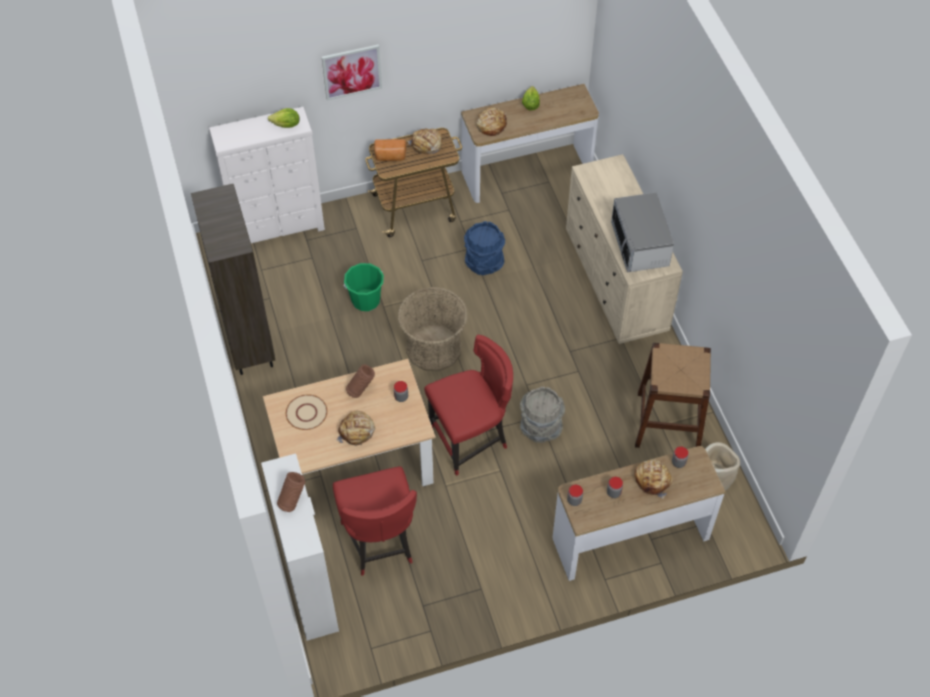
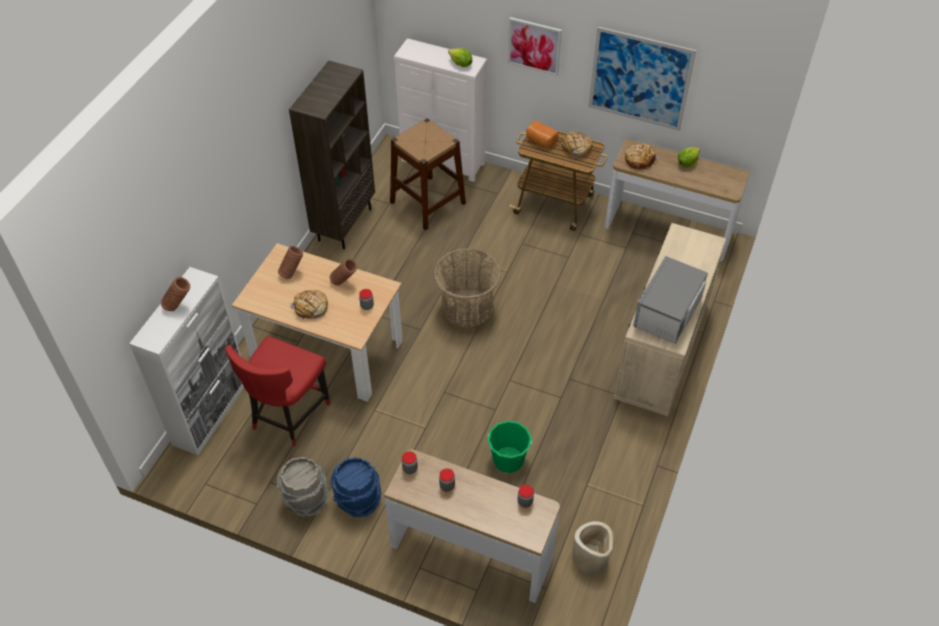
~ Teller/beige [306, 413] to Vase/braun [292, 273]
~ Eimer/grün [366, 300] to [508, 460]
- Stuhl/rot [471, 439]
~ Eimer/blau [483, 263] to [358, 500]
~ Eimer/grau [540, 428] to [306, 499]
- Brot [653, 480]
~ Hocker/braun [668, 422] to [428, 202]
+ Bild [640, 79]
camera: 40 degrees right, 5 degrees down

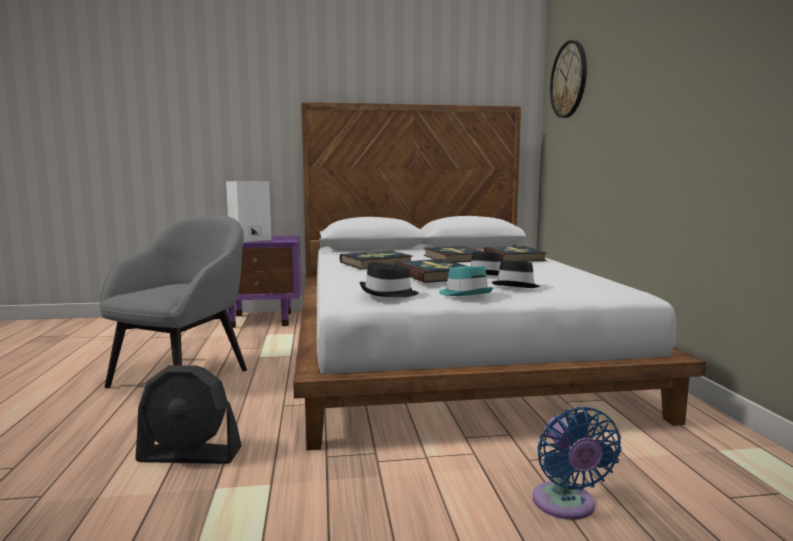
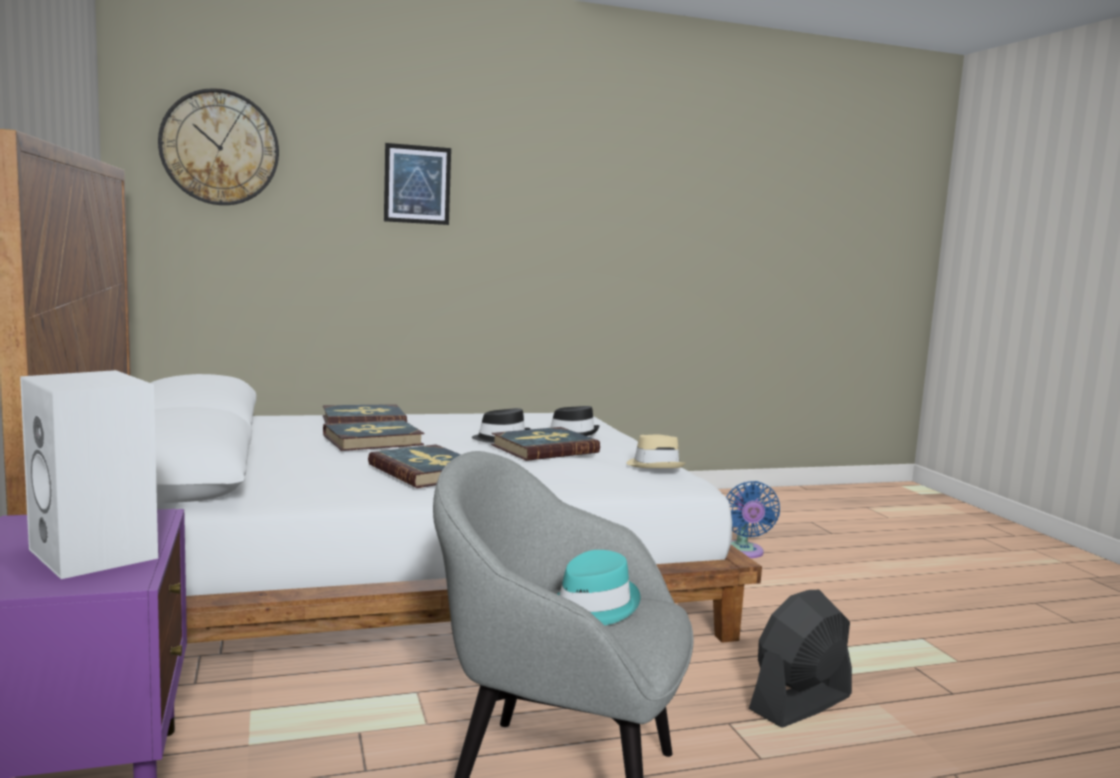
~ Ventilator/schwarz [190, 455] = [800, 703] 120 degrees counterclockwise
~ Hut/schwarz [388, 293] to Hut/beige [654, 465]
~ Hut/türkis [465, 293] to [590, 607]
~ Ventilator/blau [566, 505] = [743, 552] 105 degrees clockwise
+ Bild [417, 184]
camera: 100 degrees left, 0 degrees up

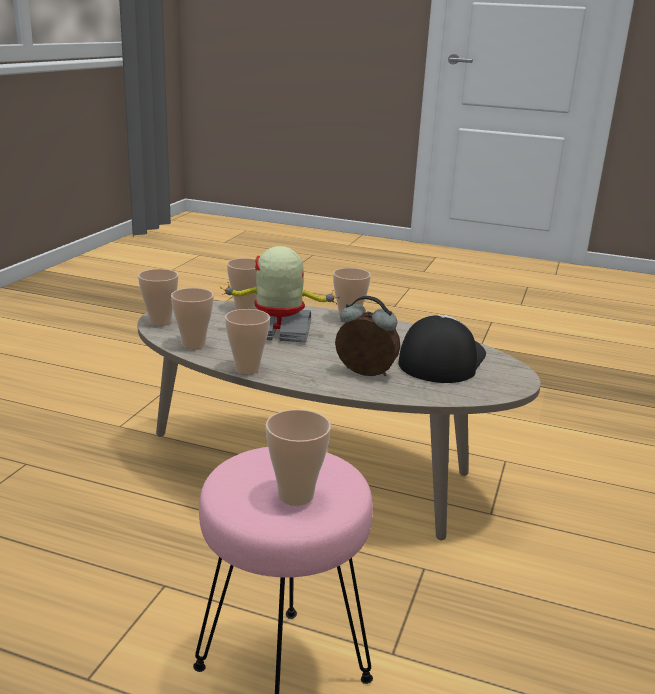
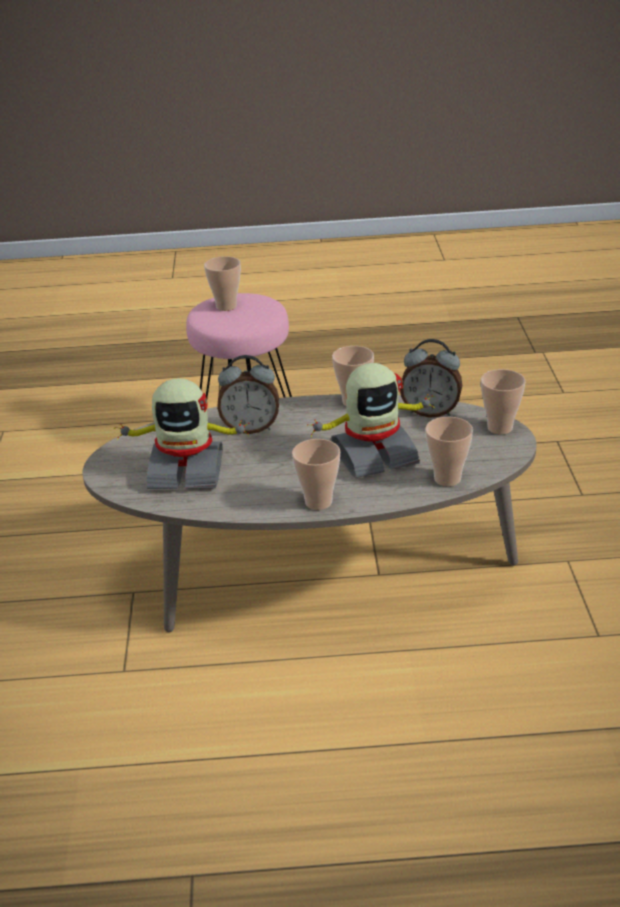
~ Tasse [193, 344] to Wecker [430, 412]
~ Kappe [441, 359] to Spielzeugroboter [186, 470]
camera: 160 degrees right, 10 degrees up

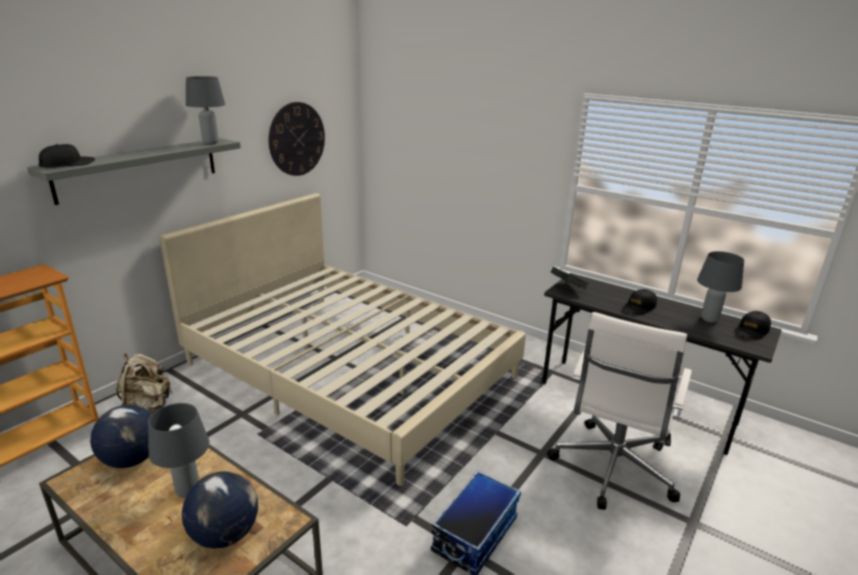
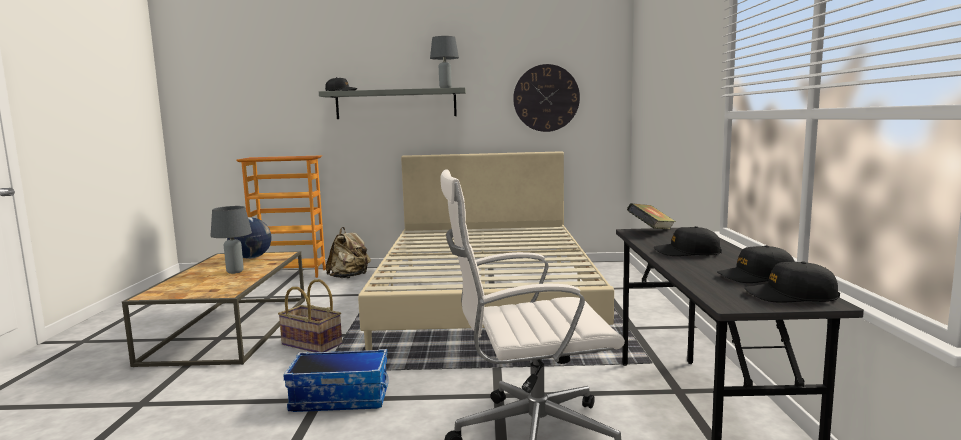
- Globus [226, 534]
~ Tischlampe/grau [709, 319] to Kappe/schwarz [756, 277]
+ Korb [311, 344]
camera: 55 degrees right, 15 degrees down

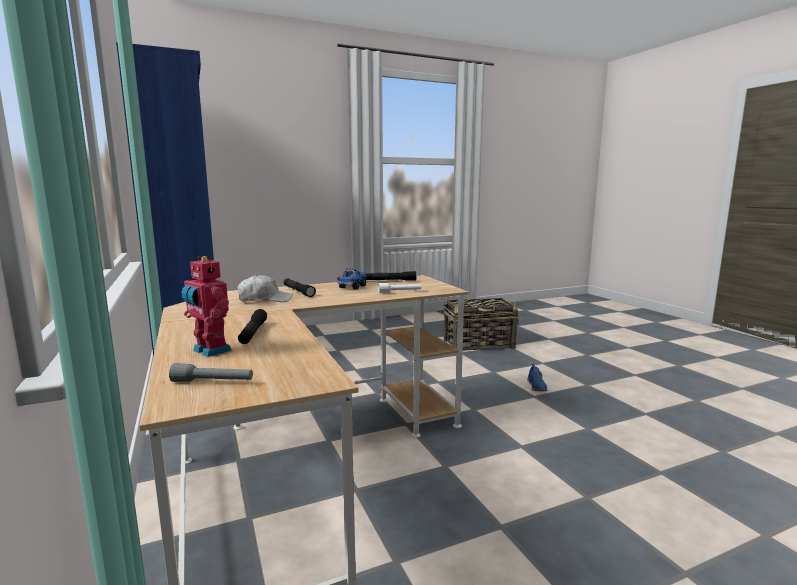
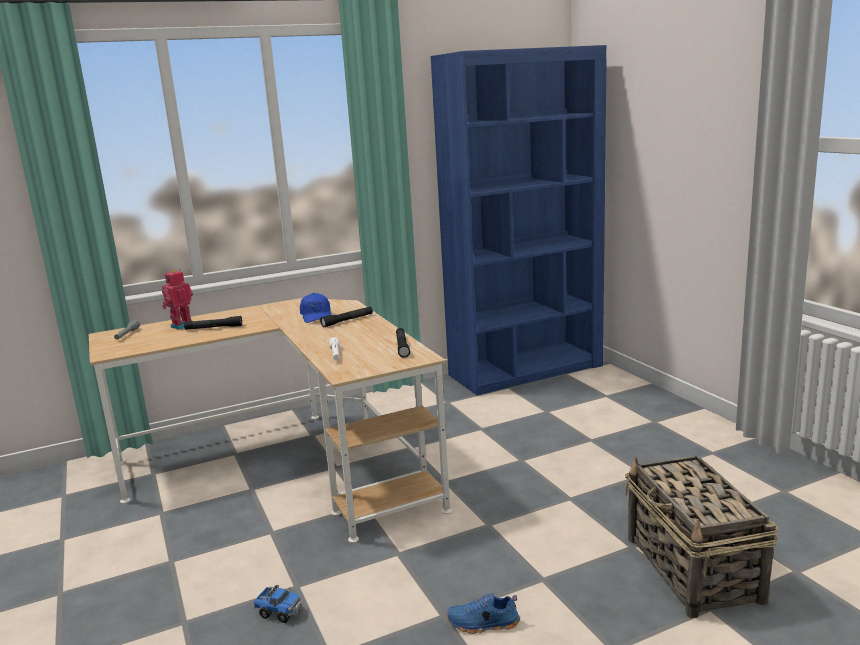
~ Kappe/weiß [264, 299] to Kappe/blau [316, 316]
~ Spielzeuglaster [352, 287] to [280, 612]
camera: 90 degrees right, 5 degrees up

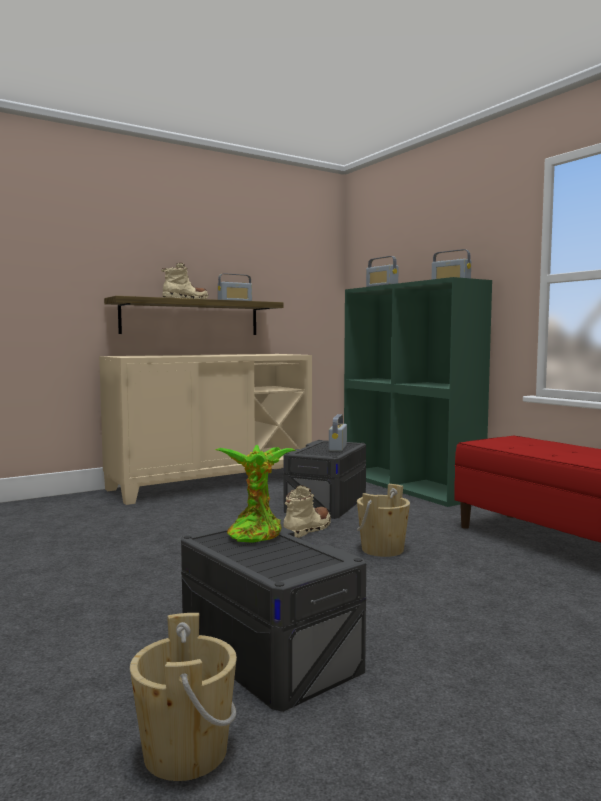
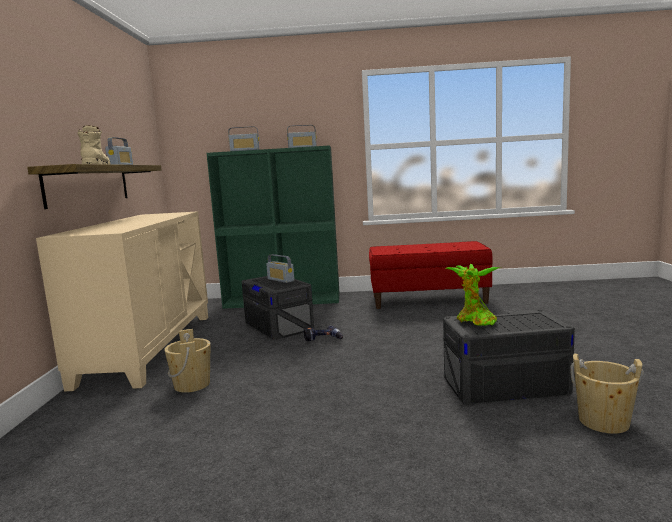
~ Stiefel/beige [308, 529] to Bohrmaschine [323, 340]
~ Eimer/beige [382, 549] to [192, 385]
camera: 55 degrees left, 5 degrees up

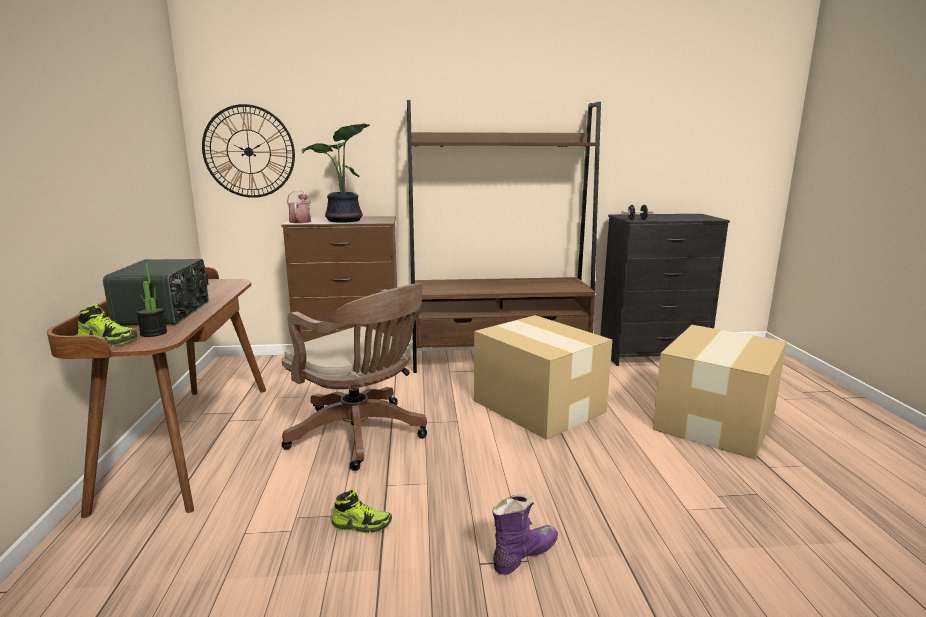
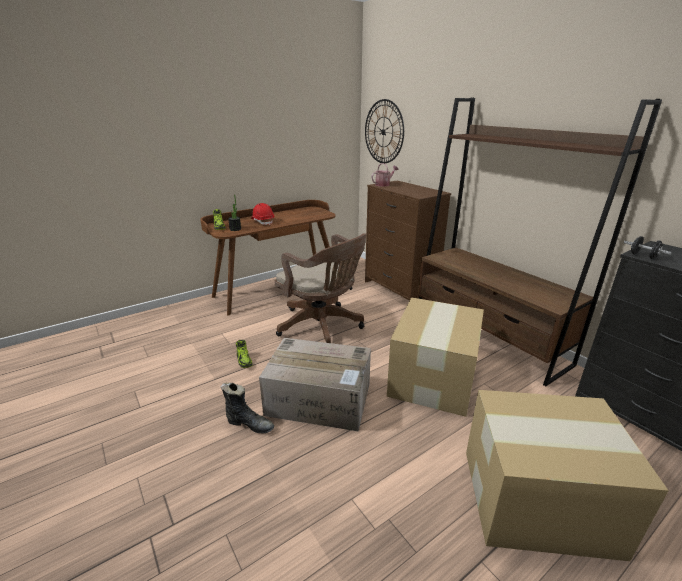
~ Radio [165, 313] to Schutzhelm/rot [263, 221]
~ Bürostuhl/braun [361, 435] = [323, 327] 60 degrees counterclockwise
- Topfpflanze [344, 221]
~ Stiefel/lila [523, 555] to Stiefel/schwarz [249, 424]
+ Karton [320, 399]
camera: 60 degrees right, 10 degrees up

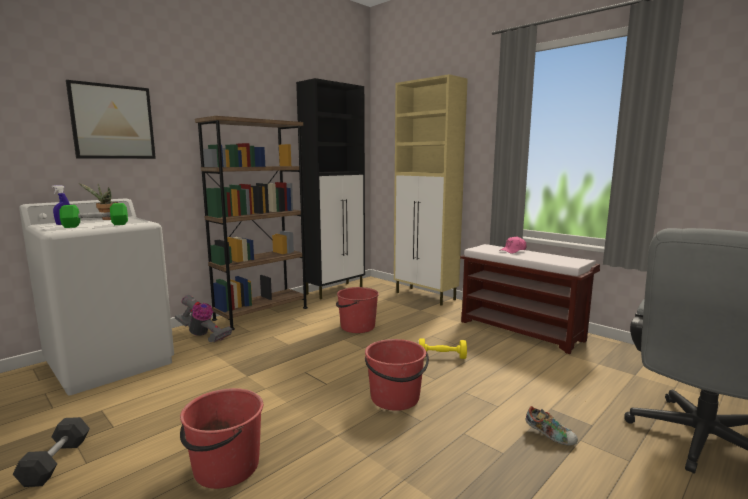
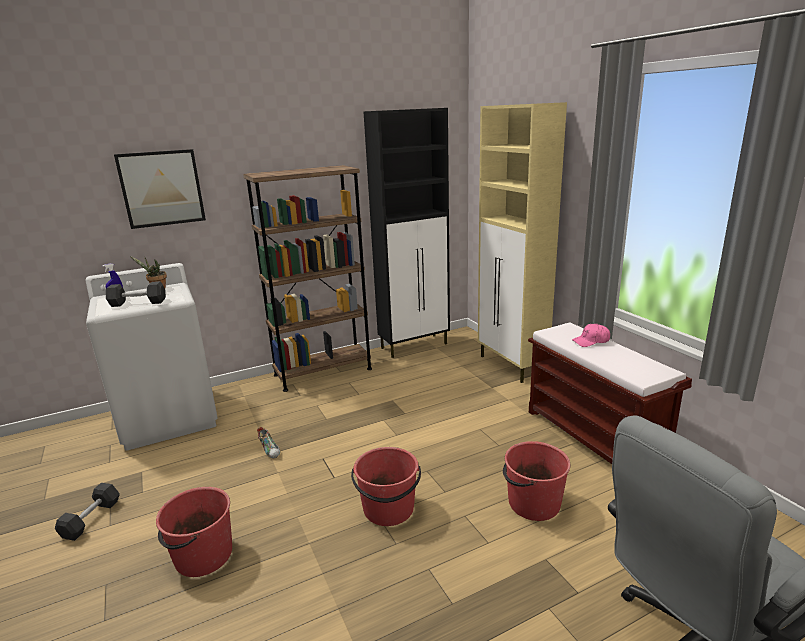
~ Hantel/grün [96, 225] to Hantel/grau [138, 303]
- Staubsauger [202, 335]
~ Eimer/rot [357, 327] to [533, 503]
- Hantel/gelb [442, 357]
~ Schuh [550, 436] to [270, 450]
camera: 20 degrees right, 10 degrees up

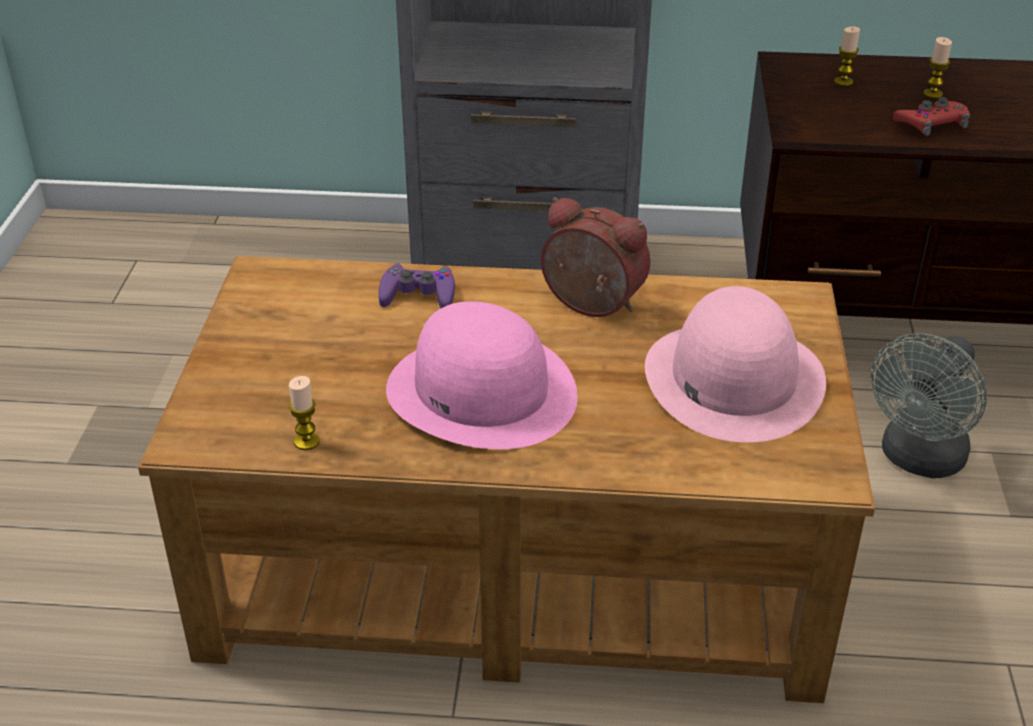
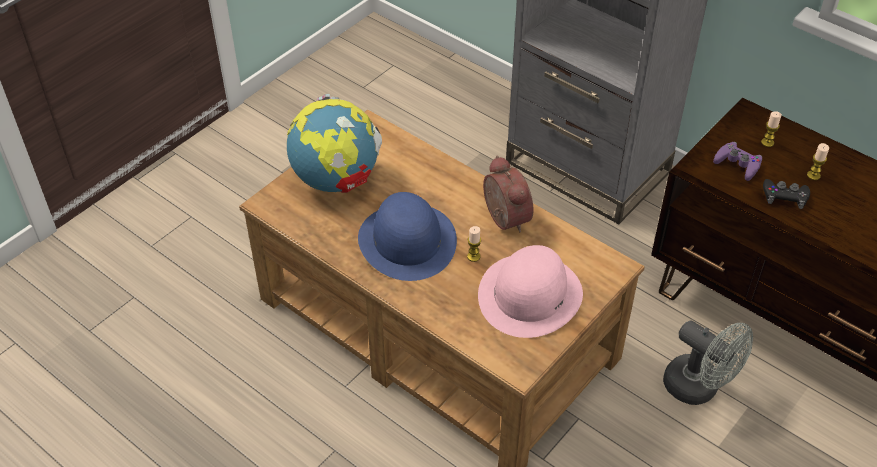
~ Kerze [306, 441] to [473, 256]
~ Gamepad/lila [418, 295] to [737, 164]
~ Hut/rosa [482, 391] to Hut/blau [407, 241]
~ Ventilator/grau [918, 460] = [699, 388] 120 degrees counterclockwise
~ Gamepad/rot [931, 124] to Gamepad/schwarz [784, 196]
+ Globus [337, 180]
camera: 35 degrees right, 10 degrees up

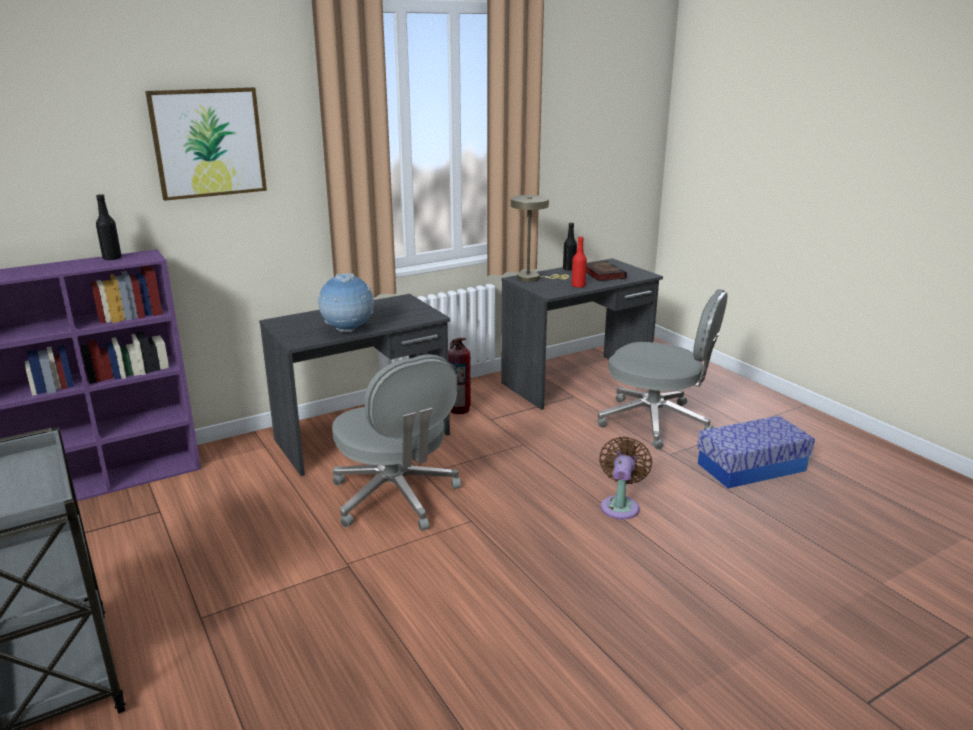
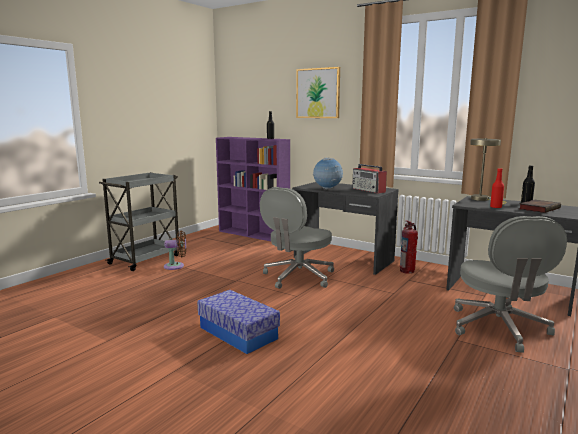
~ Ventilator/braun [620, 505] to [176, 266]
~ Aufbewahrungsbox [751, 467] to [238, 333]
+ Radio [369, 190]
camera: 65 degrees right, 10 degrees down

